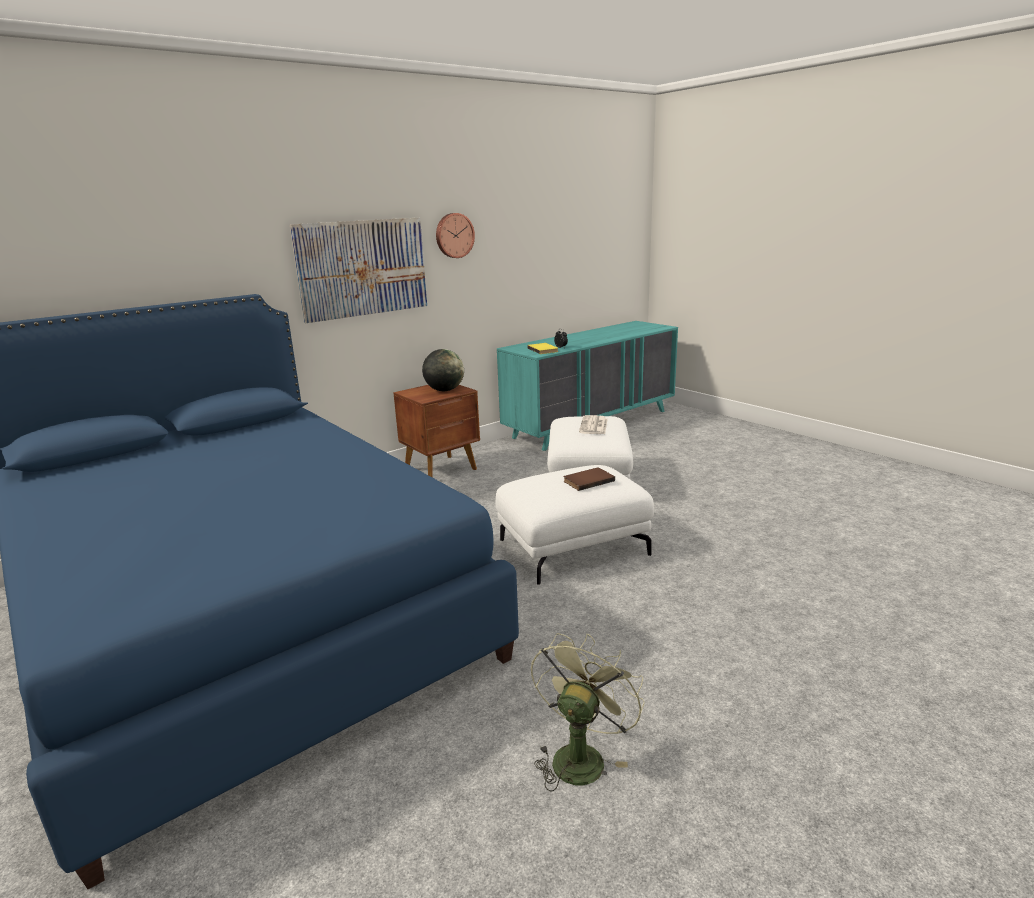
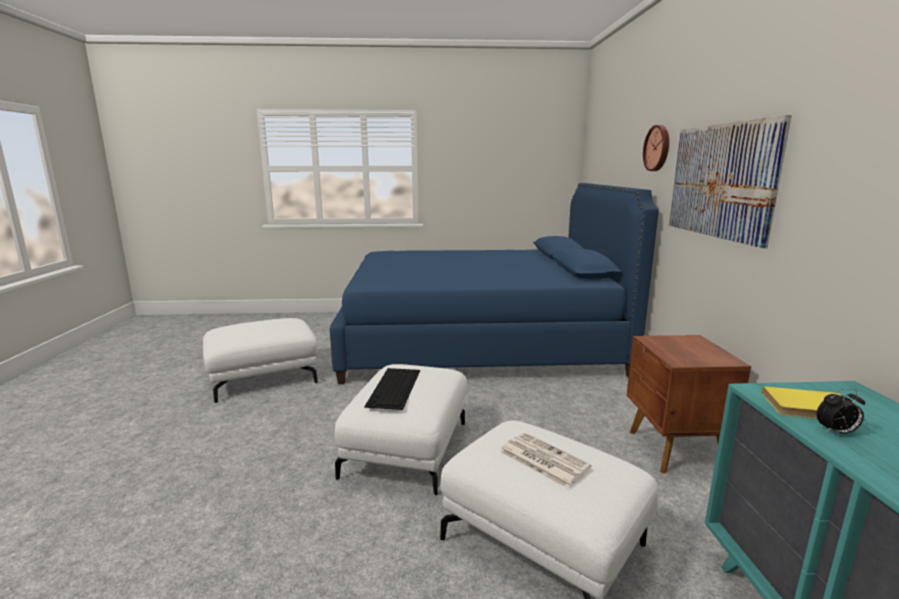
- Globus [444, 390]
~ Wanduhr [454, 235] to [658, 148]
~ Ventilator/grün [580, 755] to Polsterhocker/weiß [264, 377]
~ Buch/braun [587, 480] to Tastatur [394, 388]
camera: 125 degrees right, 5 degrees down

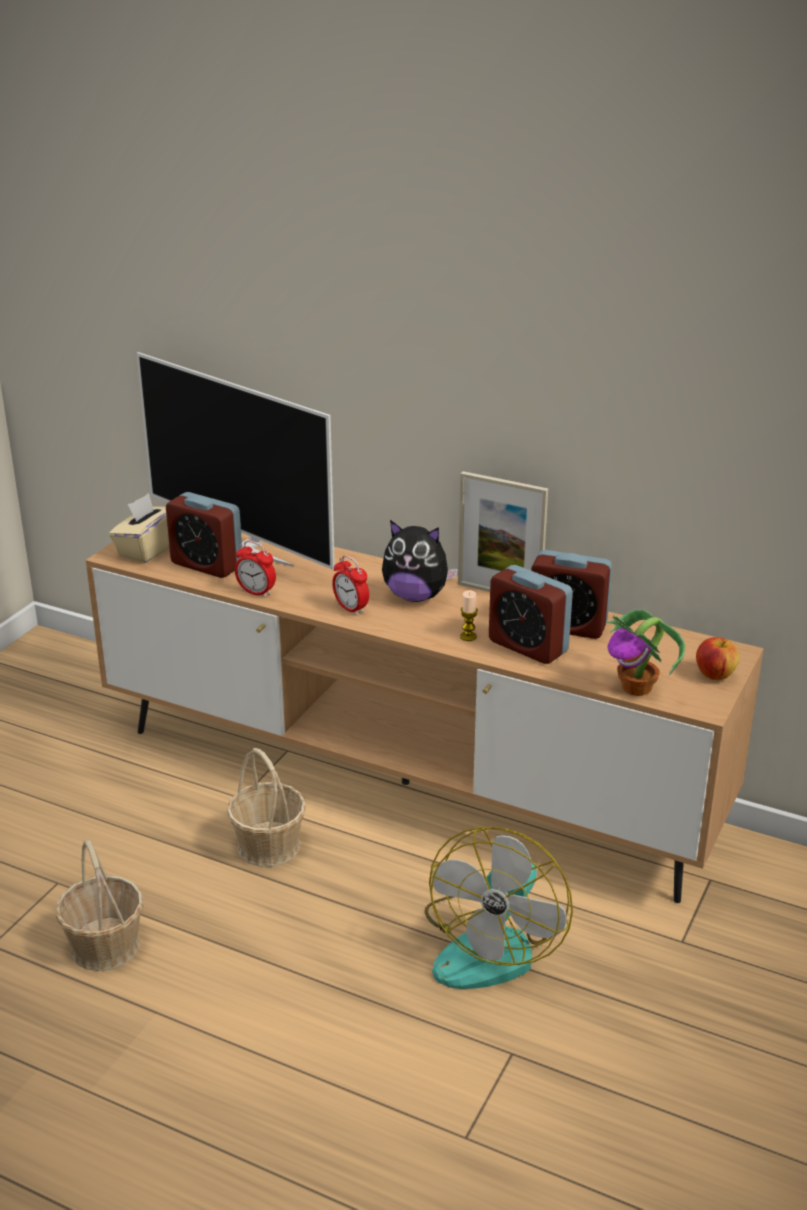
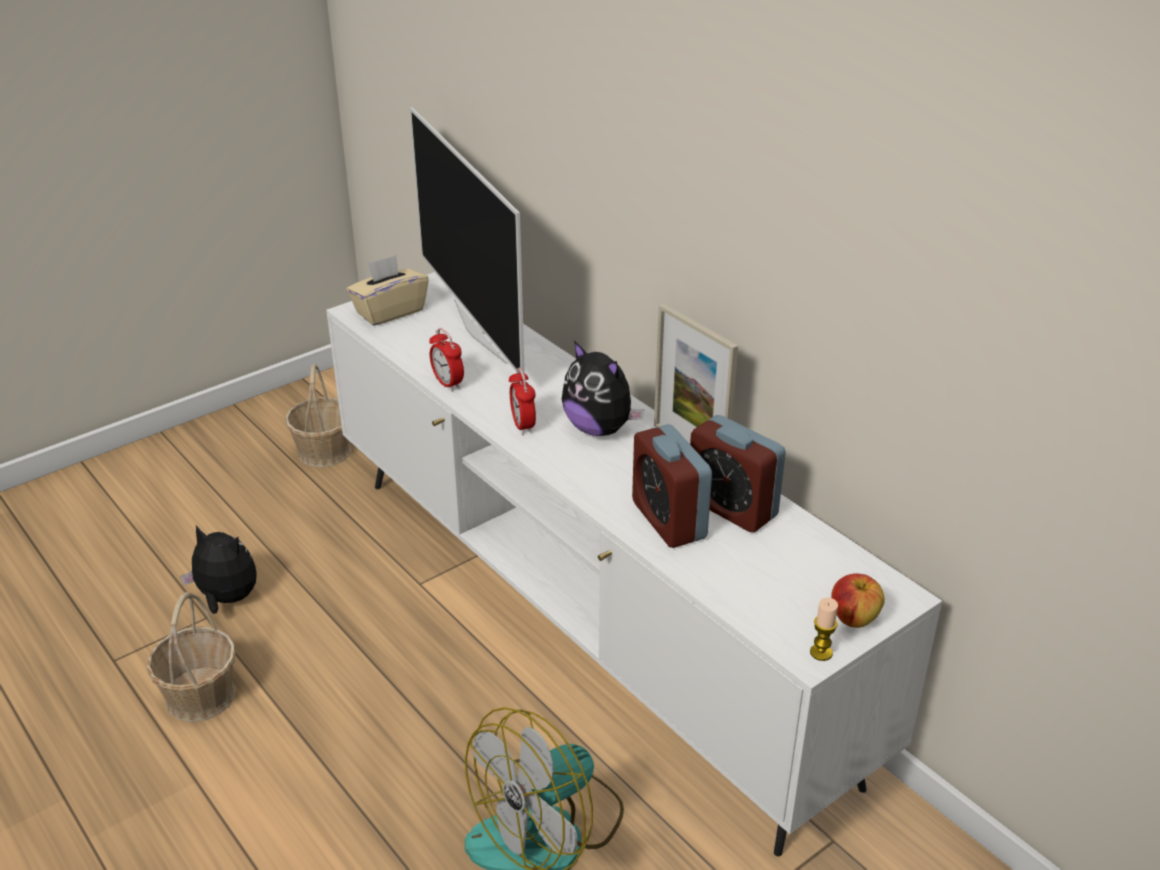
~ Fernsehschrank/braun [405, 783] to Fernsehschrank/weiß [582, 617]
- Wecker [207, 565]
~ Korb [269, 845] to [324, 451]
~ Kerze [468, 636] to [821, 653]
- Topfpflanze [637, 688]
+ Plüschtier [226, 599]
camera: 25 degrees right, 5 degrees up

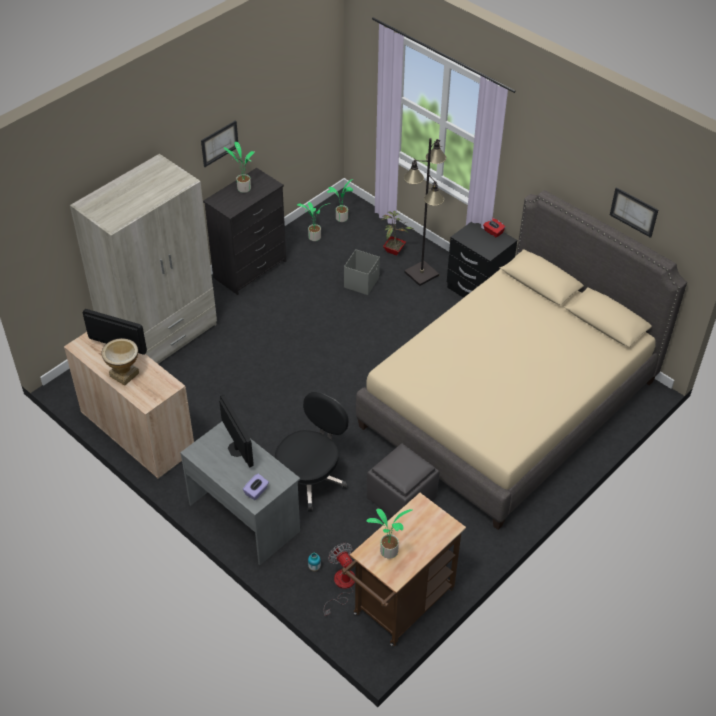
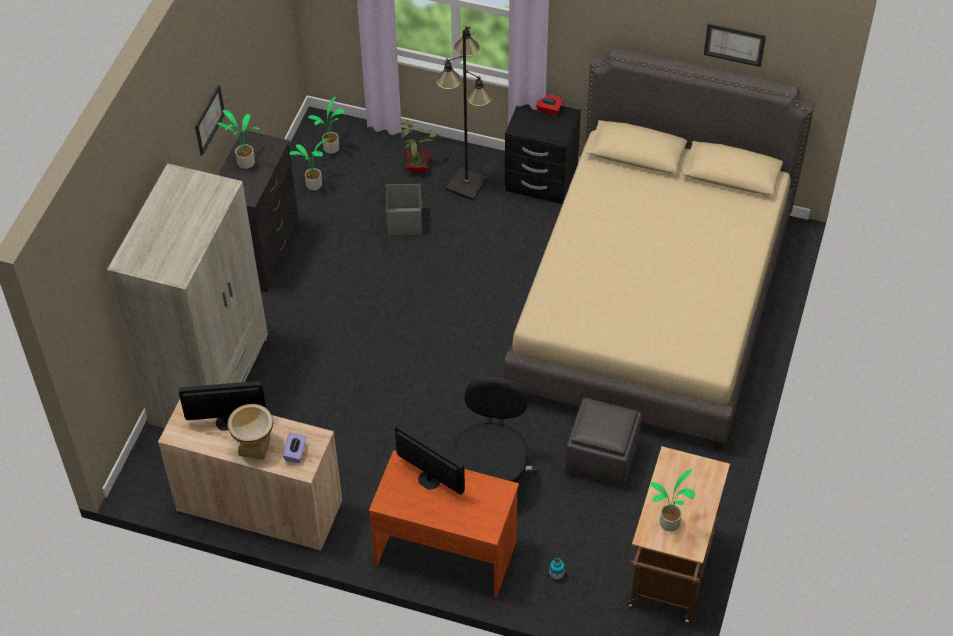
~ Schreibtisch/grau [245, 516] to Schreibtisch/orange [445, 551]
~ Taschentuchbox/lila [256, 492] to [295, 453]
- Ventilator [341, 586]
camera: 25 degrees left, 5 degrees up

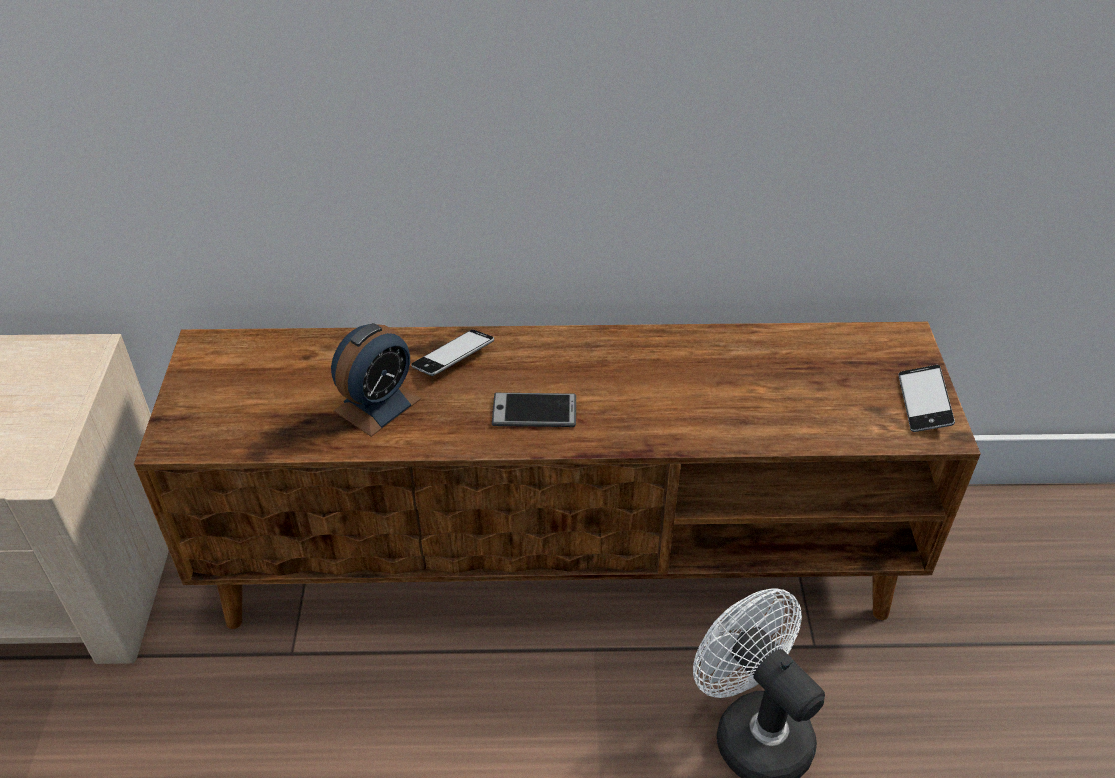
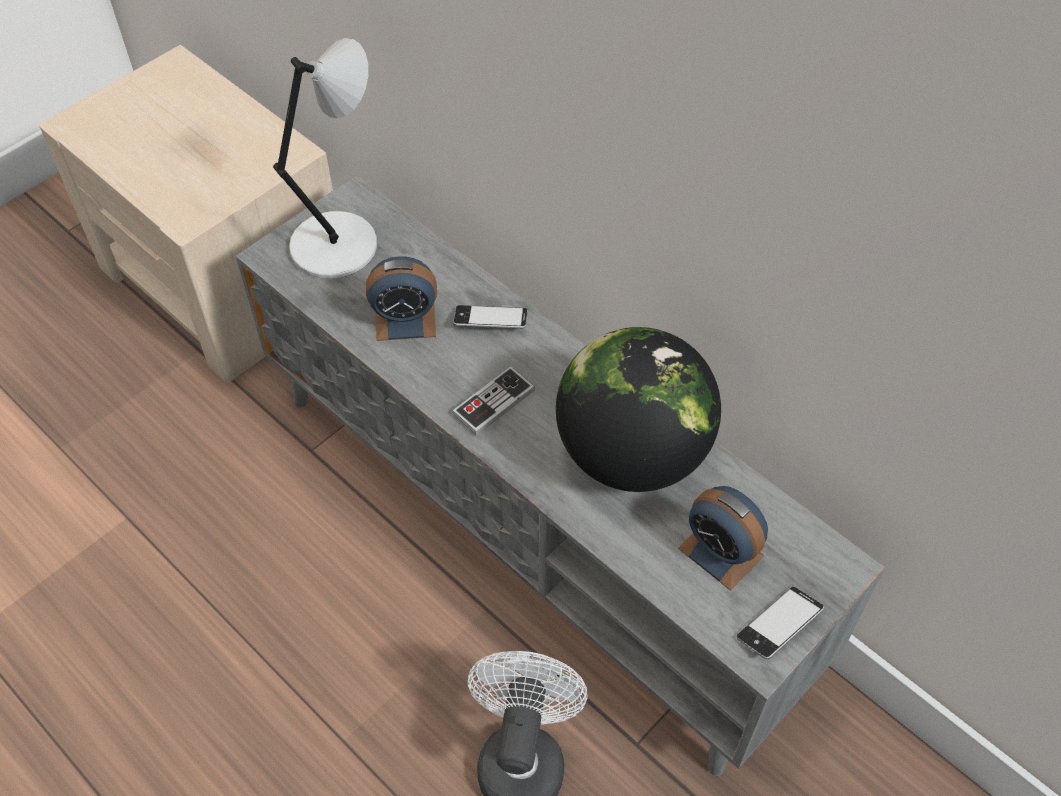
~ Fernsehschrank/braun [560, 561] to Fernsehschrank/grau [534, 529]
~ Handy [534, 411] to Gamepad [493, 402]
+ Tischlampe/grau [338, 244]
+ Globus [632, 454]
+ Wecker [721, 552]
camera: 45 degrees right, 10 degrees up

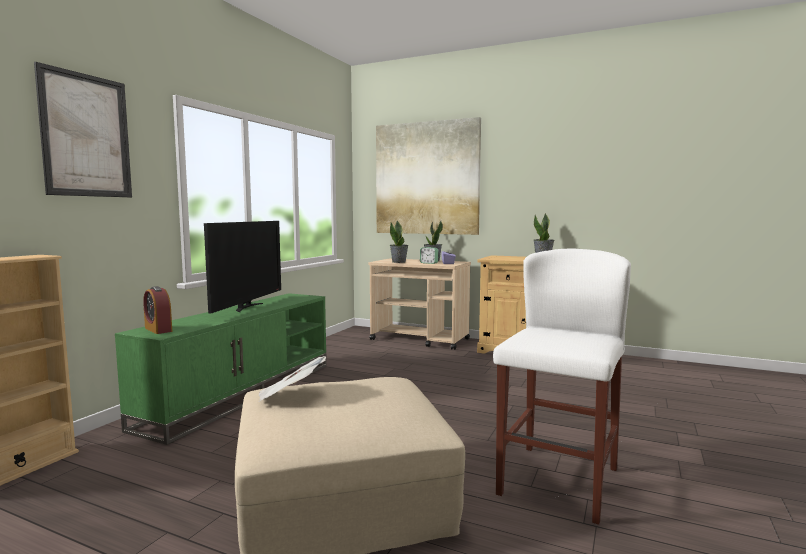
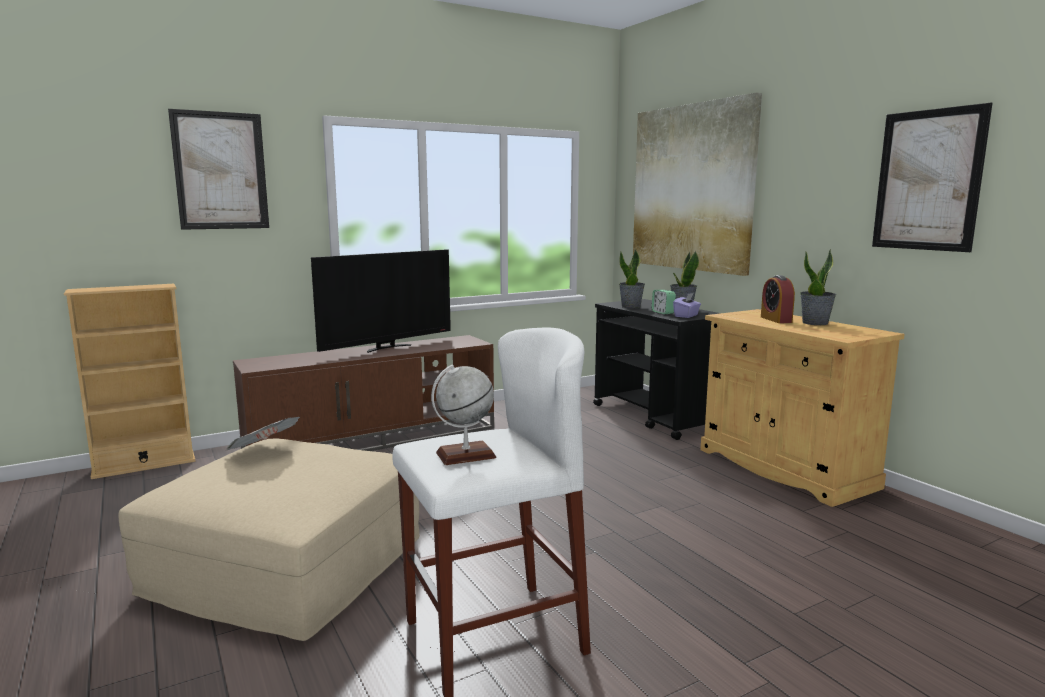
~ Fernsehschrank/grün [242, 392] to Fernsehschrank/braun [375, 439]
~ Wecker [158, 329] to [776, 319]
~ Rollwagen/beige [420, 339] to Rollwagen/schwarz [656, 416]
+ Globus [465, 455]
+ Bild [928, 180]
camera: 35 degrees right, 5 degrees up

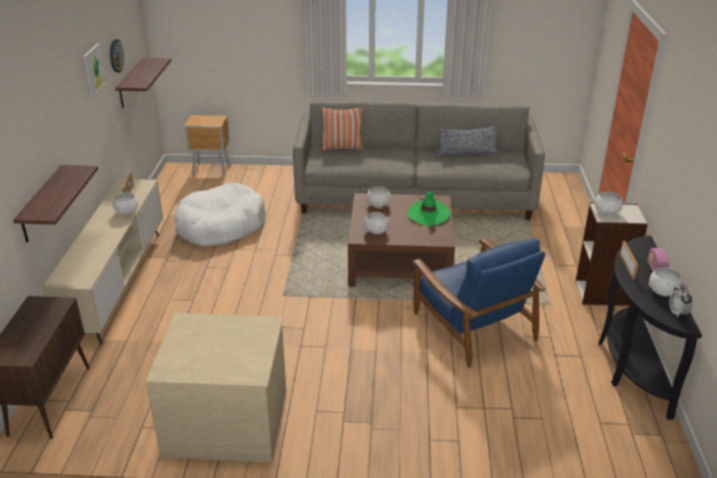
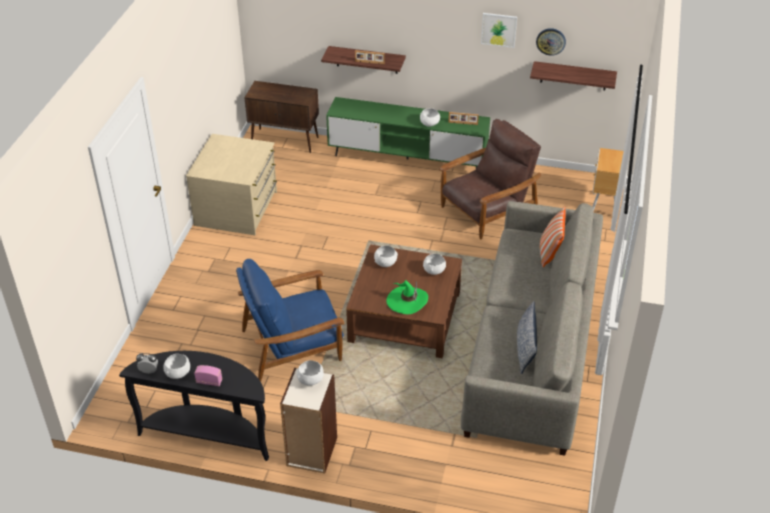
~ Fernsehschrank/beige [118, 284] to Fernsehschrank/grün [407, 159]
~ Hundebett/weiß [220, 226] to Sessel/braun [487, 210]
~ Bilderrahmen [627, 267] to [369, 62]
camera: 100 degrees right, 10 degrees up

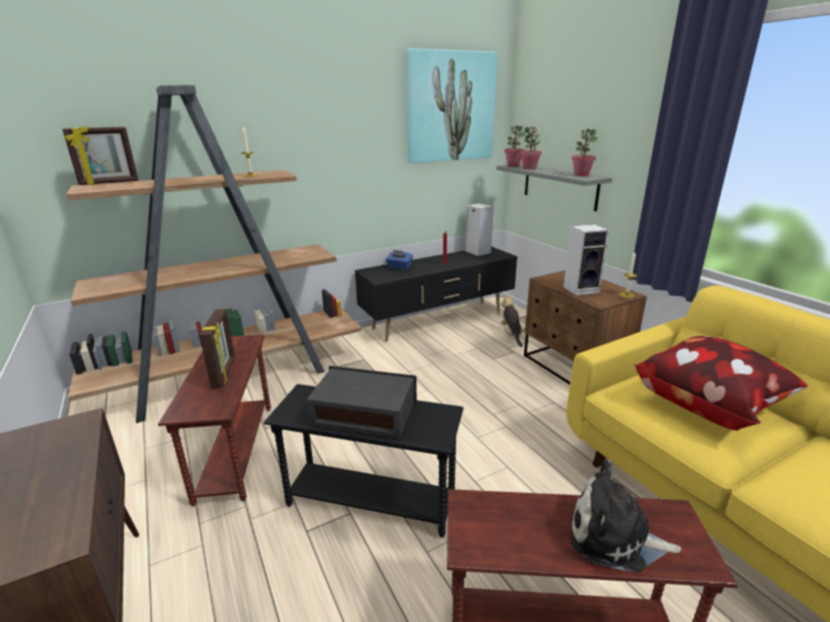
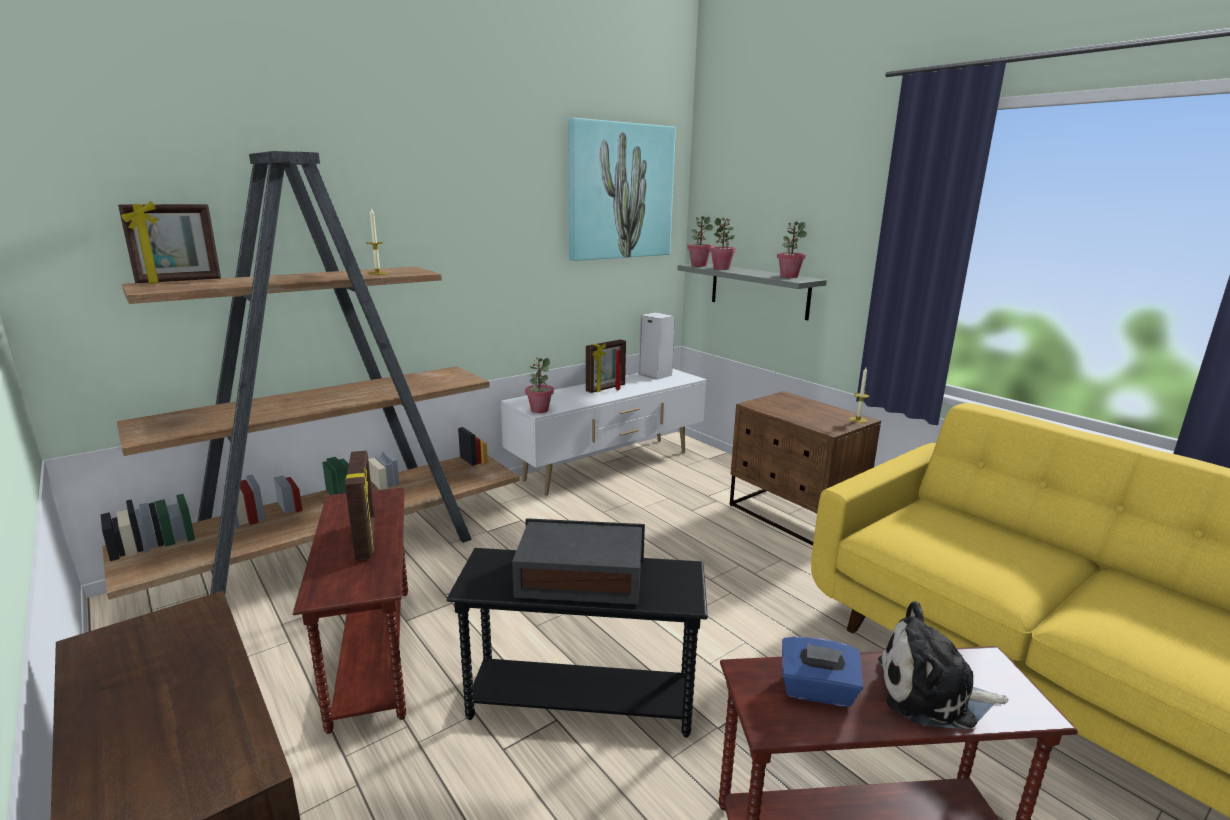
~ Fernsehschrank/schwarz [439, 321] to Fernsehschrank/weiß [609, 466]
~ Taschentuchbox/blau [399, 267] to [817, 690]
- Plüschtier [511, 335]
- Lautsprecher [581, 289]
- Kissen [707, 404]
+ Topfpflanze [539, 410]
+ Bilderrahmen [606, 388]
camera: 10 degrees left, 5 degrees down

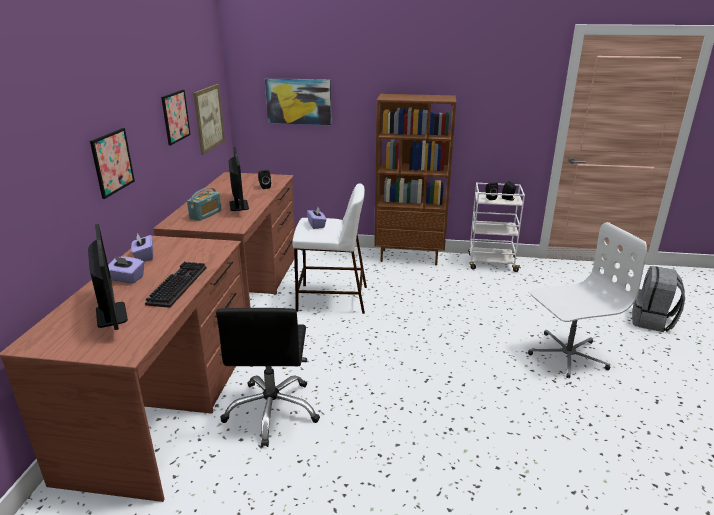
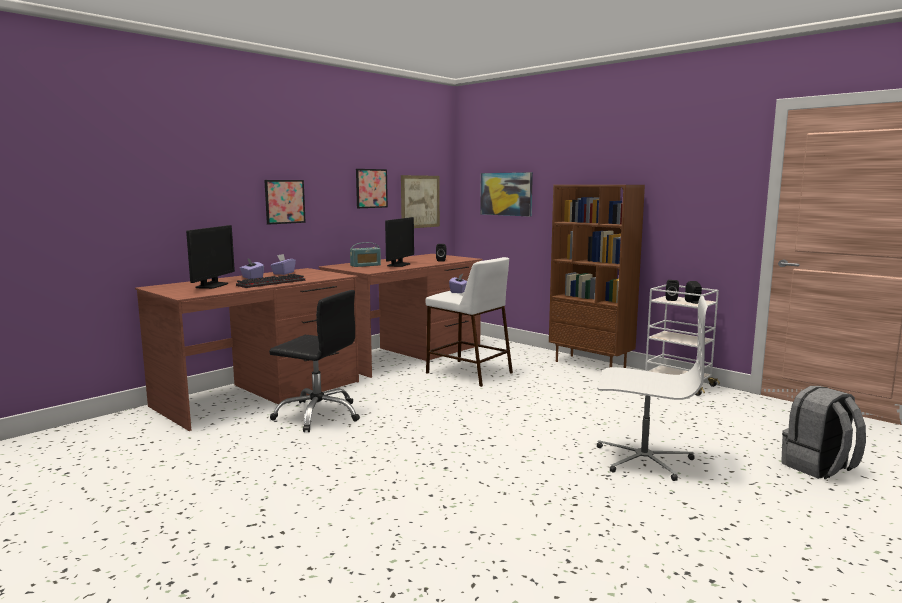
~ Bürostuhl/schwarz [272, 411] = [318, 415] 105 degrees counterclockwise
camera: 35 degrees right, 15 degrees down

